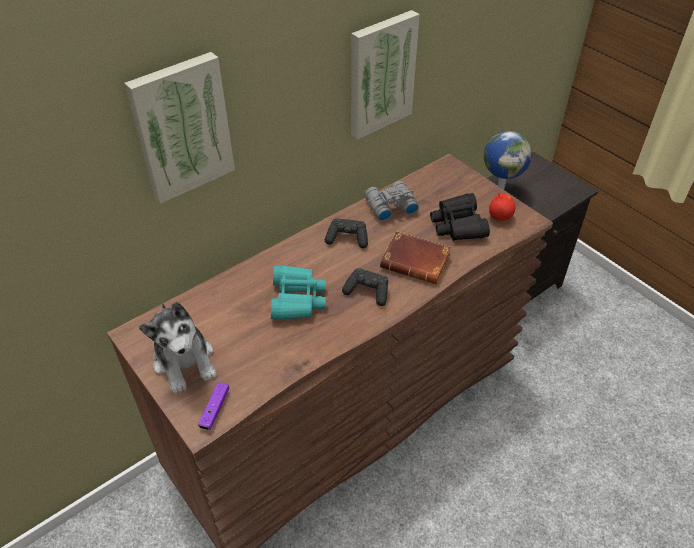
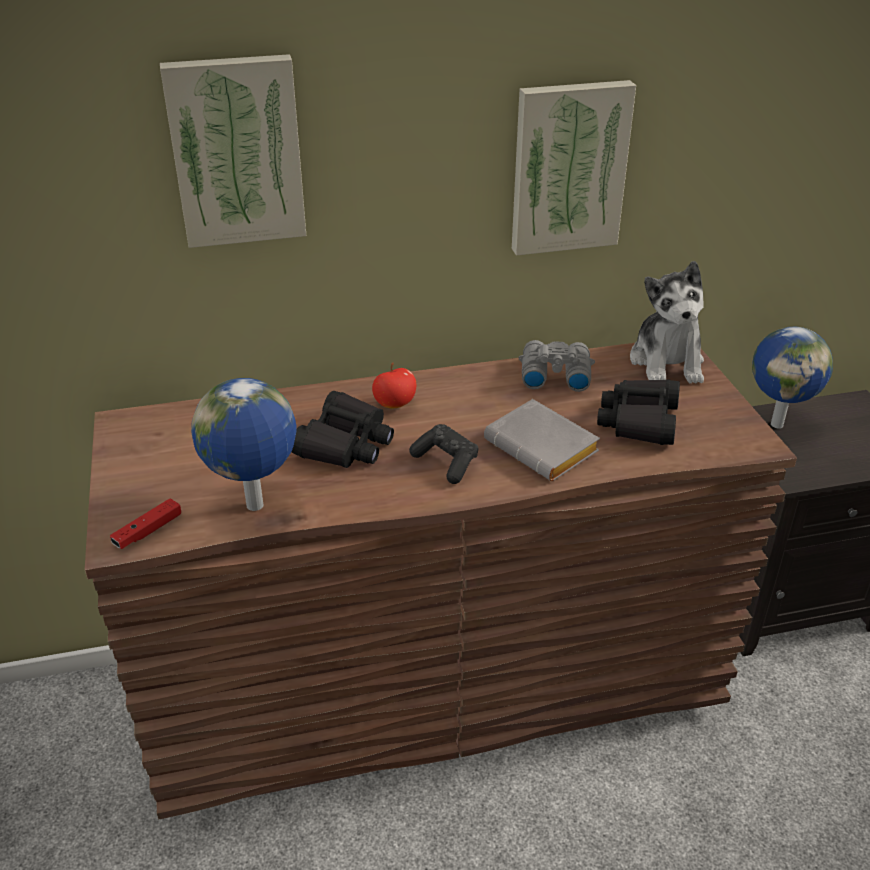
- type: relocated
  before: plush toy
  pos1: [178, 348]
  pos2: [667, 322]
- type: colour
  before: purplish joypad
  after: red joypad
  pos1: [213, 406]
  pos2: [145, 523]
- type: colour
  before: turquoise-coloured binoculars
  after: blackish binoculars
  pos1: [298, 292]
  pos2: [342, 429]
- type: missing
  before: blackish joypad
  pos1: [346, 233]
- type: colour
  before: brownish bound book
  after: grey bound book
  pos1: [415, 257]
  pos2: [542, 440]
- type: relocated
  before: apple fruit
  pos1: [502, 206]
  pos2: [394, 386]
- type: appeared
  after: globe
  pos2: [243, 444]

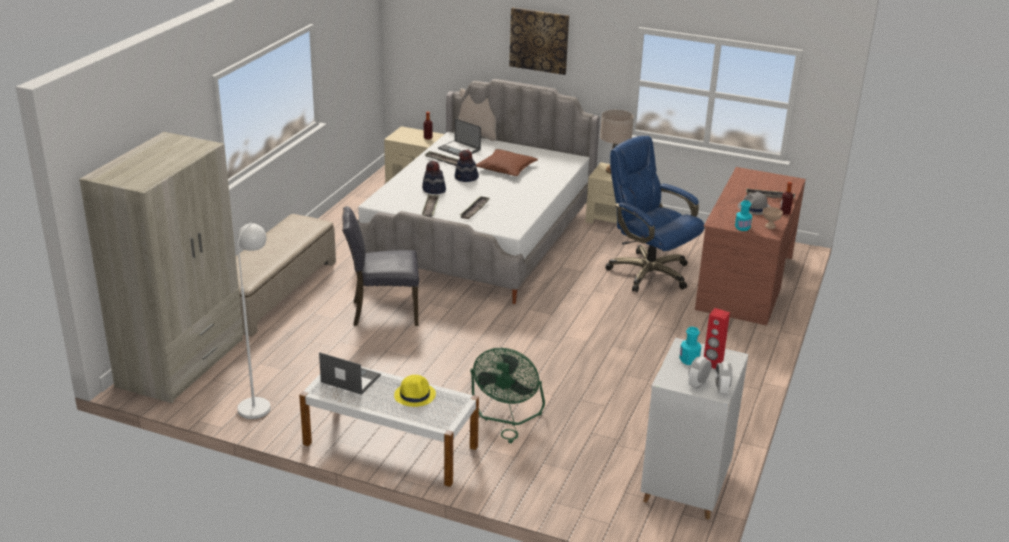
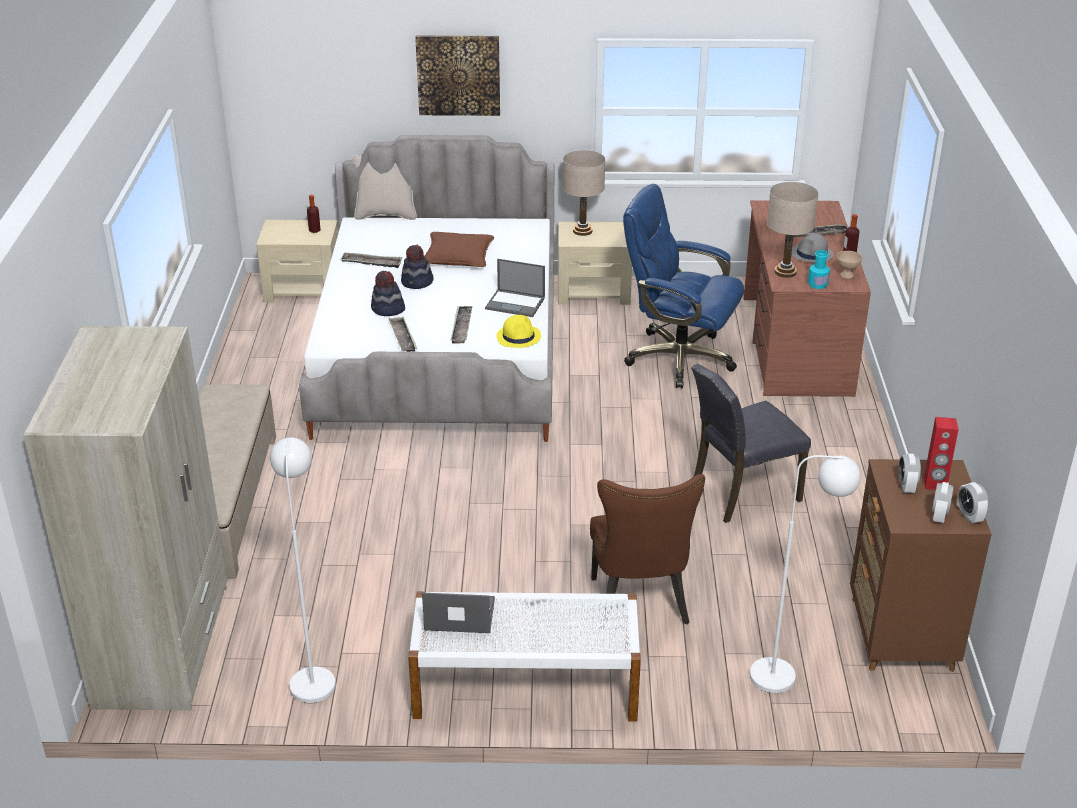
- type: relocated
  before: grey plain chair
  pos1: [380, 266]
  pos2: [751, 443]
- type: relocated
  before: yellow-coloured clothing hat
  pos1: [415, 391]
  pos2: [518, 331]
- type: relocated
  before: laptop
  pos1: [459, 137]
  pos2: [515, 288]
- type: exchanged
  before: green-coloured electric fan
  after: brownish plain chair
  pos1: [507, 395]
  pos2: [647, 550]
- type: colour
  before: white-coloured chest of drawers
  after: brownish chest of drawers
  pos1: [694, 429]
  pos2: [921, 565]
- type: exchanged
  before: turquoise-coloured beverage bottle
  after: table clock
  pos1: [690, 346]
  pos2: [910, 473]
- type: appeared
  after: white-coloured standing lamp
  pos2: [805, 574]
- type: appeared
  after: beige-coloured table lamp
  pos2: [793, 230]

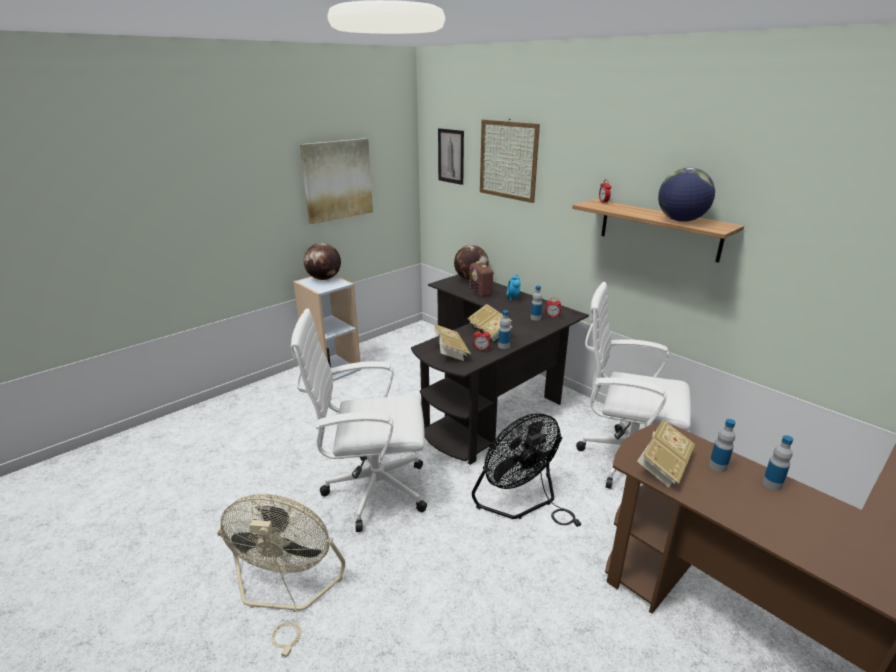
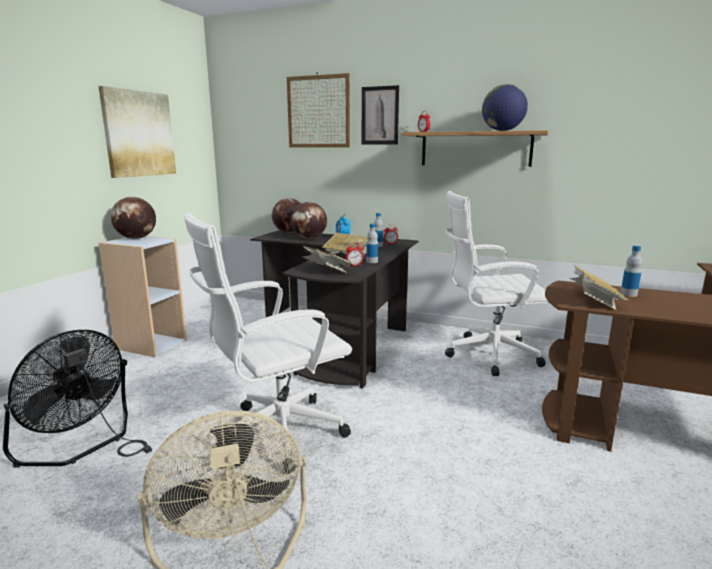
- type: relocated
  before: wall picture
  pos1: [451, 156]
  pos2: [380, 114]
- type: exchanged
  before: radio set
  after: globe
  pos1: [482, 279]
  pos2: [309, 220]
- type: relocated
  before: blackish electric fan
  pos1: [526, 470]
  pos2: [77, 399]
- type: missing
  before: beverage bottle
  pos1: [777, 463]

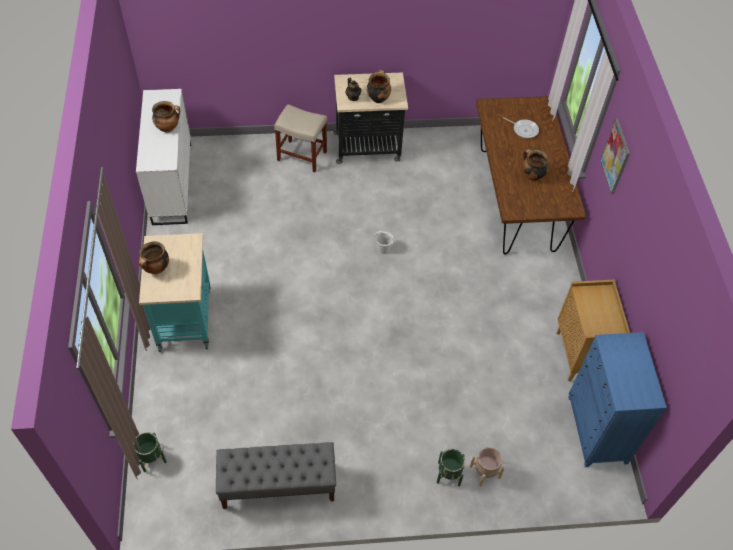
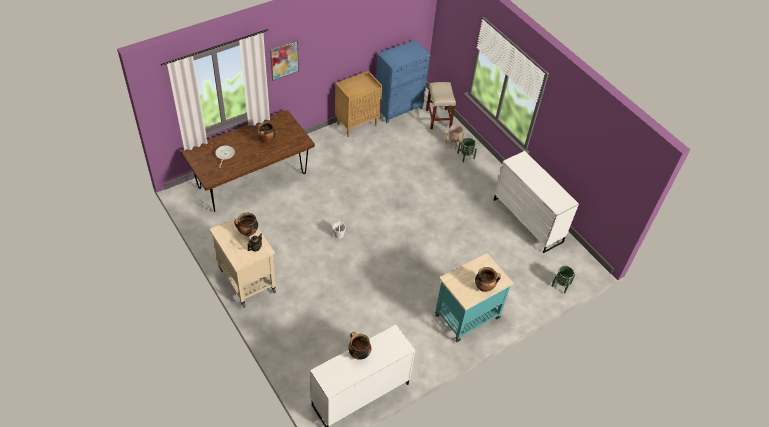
- type: exchanged
  before: grey indoor bench
  after: white-coloured chest of drawers
  pos1: [276, 475]
  pos2: [536, 202]
- type: relocated
  before: beige-coloured sitting stool
  pos1: [300, 138]
  pos2: [441, 105]
- type: colour
  before: blackish trolley
  after: beige-coloured trolley
  pos1: [371, 118]
  pos2: [242, 262]

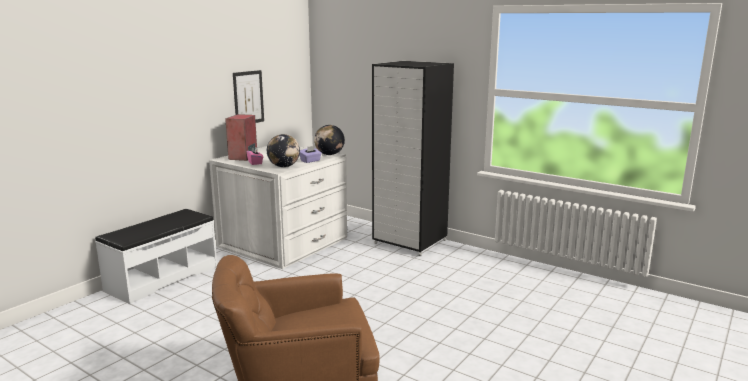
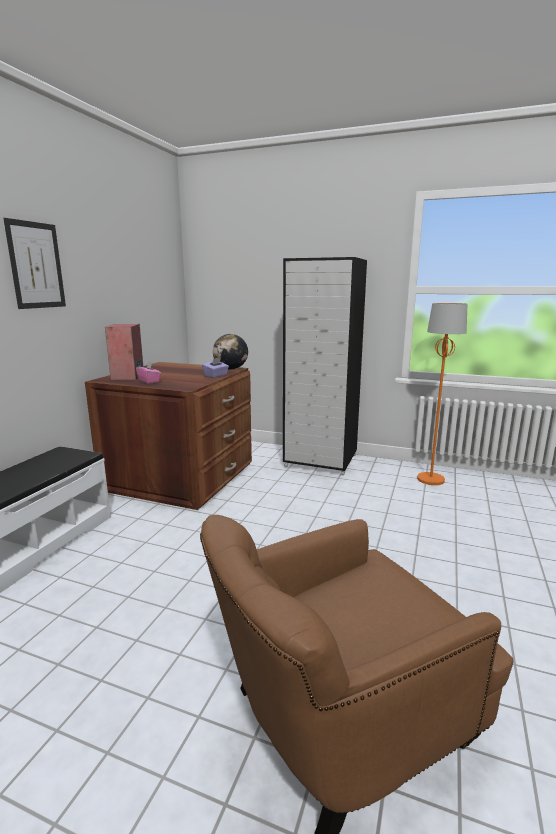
- type: colour
  before: white-coloured chest of drawers
  after: brownish chest of drawers
  pos1: [278, 207]
  pos2: [168, 436]
- type: relocated
  before: wall picture
  pos1: [248, 96]
  pos2: [34, 263]
- type: missing
  before: globe
  pos1: [283, 150]
- type: appeared
  after: orange-coloured standing lamp
  pos2: [442, 394]

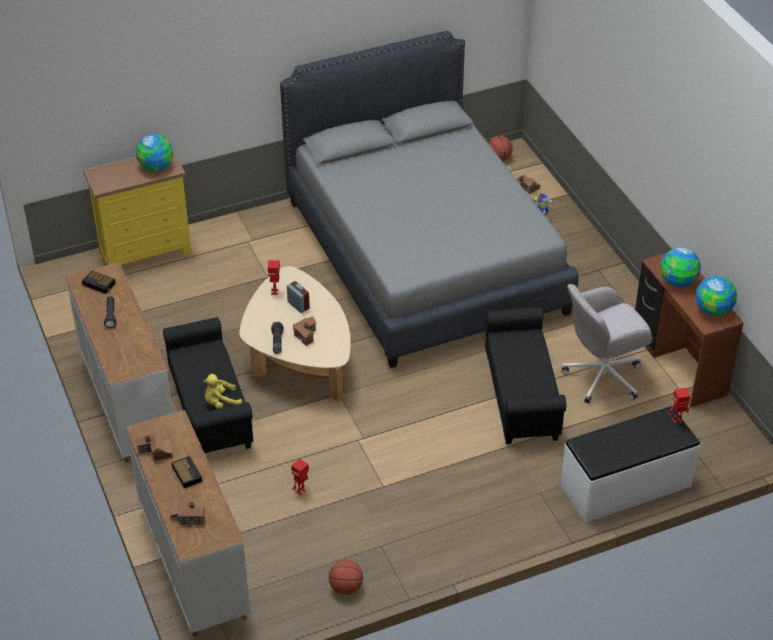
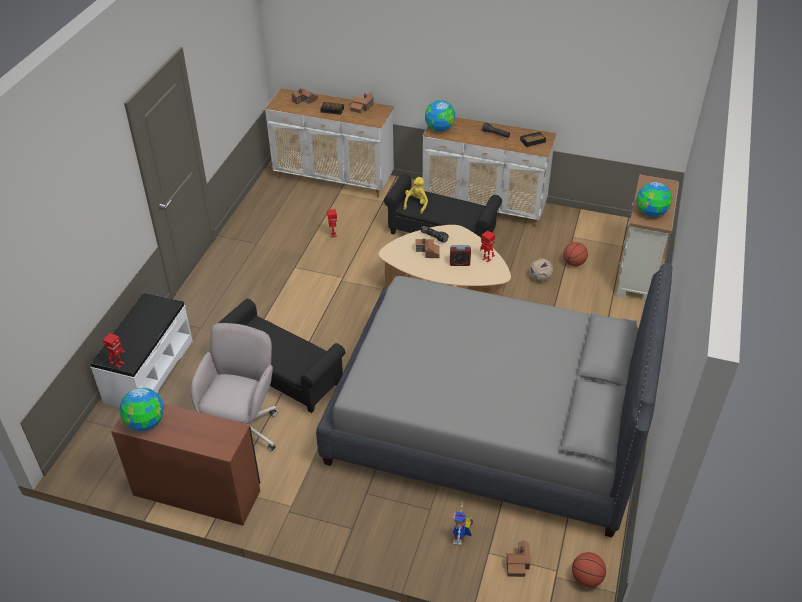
- type: colour
  before: yellow-coloured chest of drawers
  after: white-coloured chest of drawers
  pos1: [137, 206]
  pos2: [647, 238]
- type: relocated
  before: basketball
  pos1: [346, 577]
  pos2: [575, 254]
- type: relocated
  before: globe
  pos1: [680, 267]
  pos2: [440, 116]
- type: appeared
  after: football
  pos2: [541, 269]

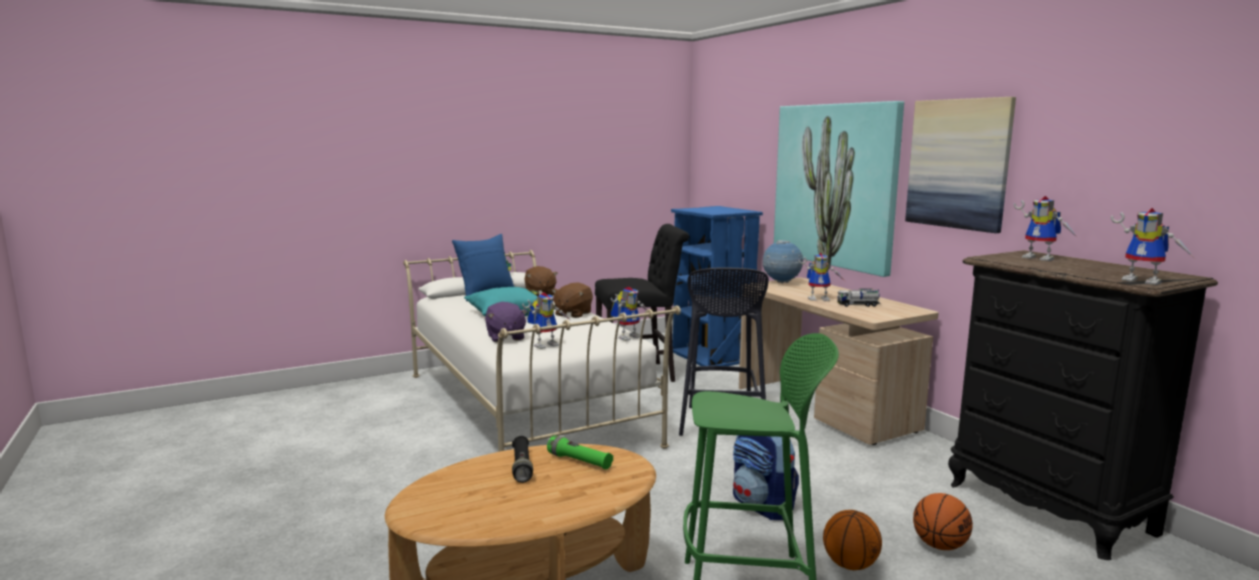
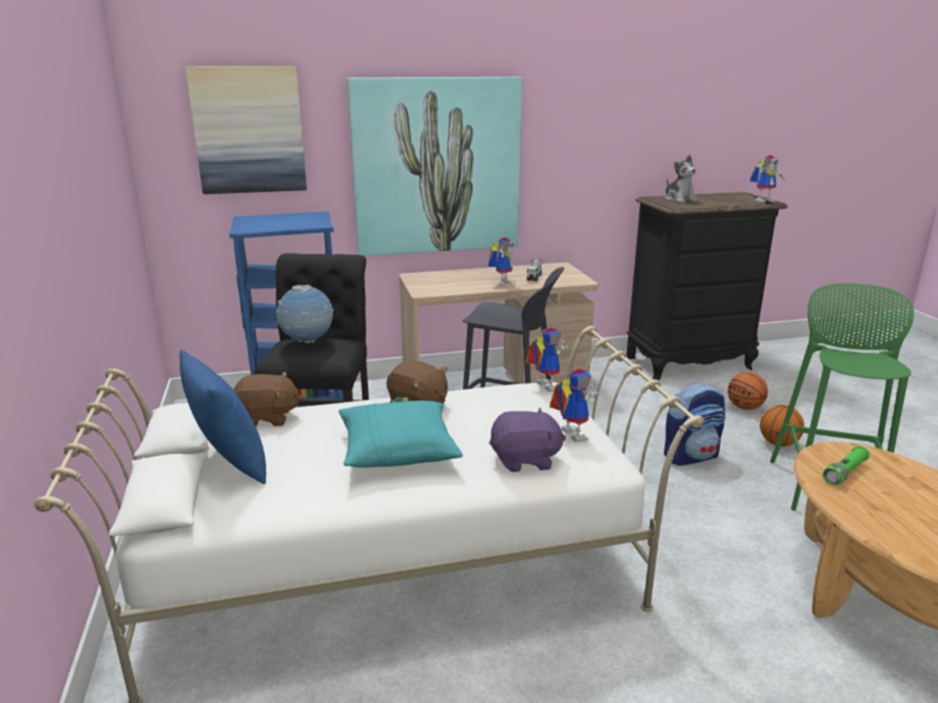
- type: missing
  before: blackish flashlight
  pos1: [522, 459]
- type: relocated
  before: globe
  pos1: [783, 261]
  pos2: [305, 314]
- type: relocated
  before: wall picture
  pos1: [960, 165]
  pos2: [246, 130]
- type: exchanged
  before: robot figure
  after: plush toy
  pos1: [1046, 228]
  pos2: [681, 179]

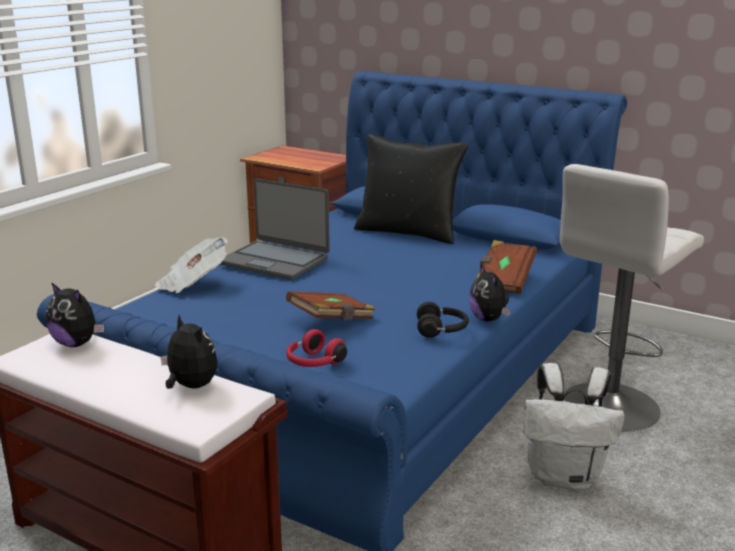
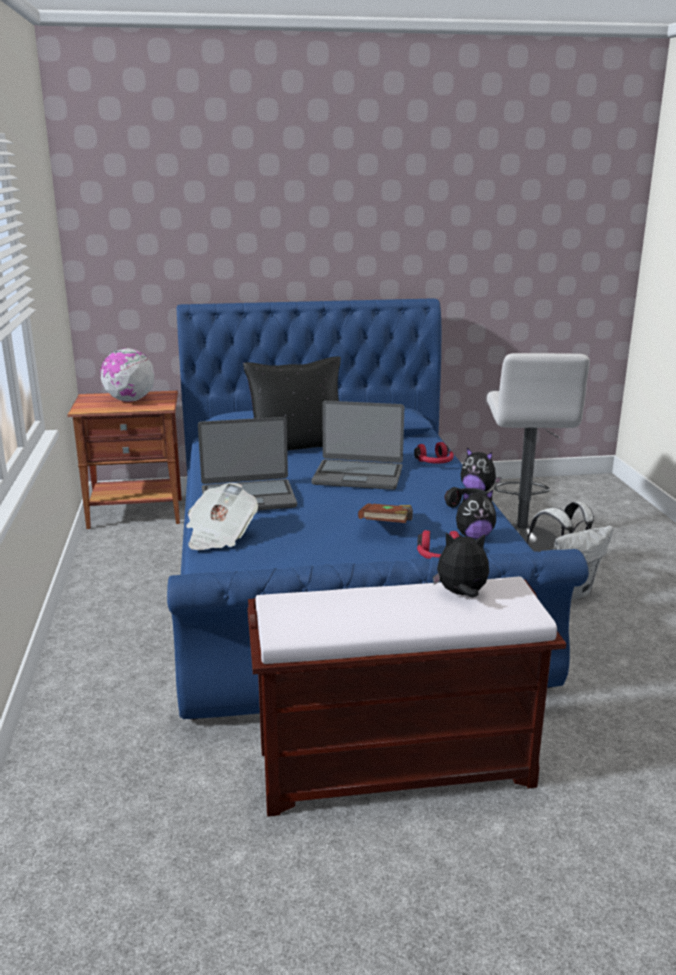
- type: relocated
  before: plush toy
  pos1: [75, 314]
  pos2: [476, 514]
- type: exchanged
  before: brownish bound book
  after: red headphones
  pos1: [506, 267]
  pos2: [434, 453]
- type: appeared
  after: globe
  pos2: [127, 375]
- type: appeared
  after: laptop
  pos2: [357, 445]

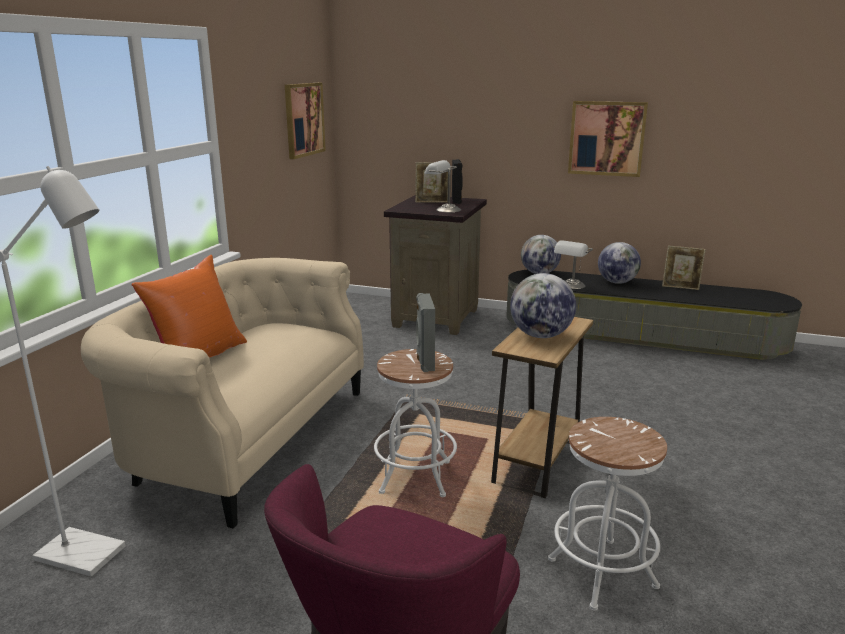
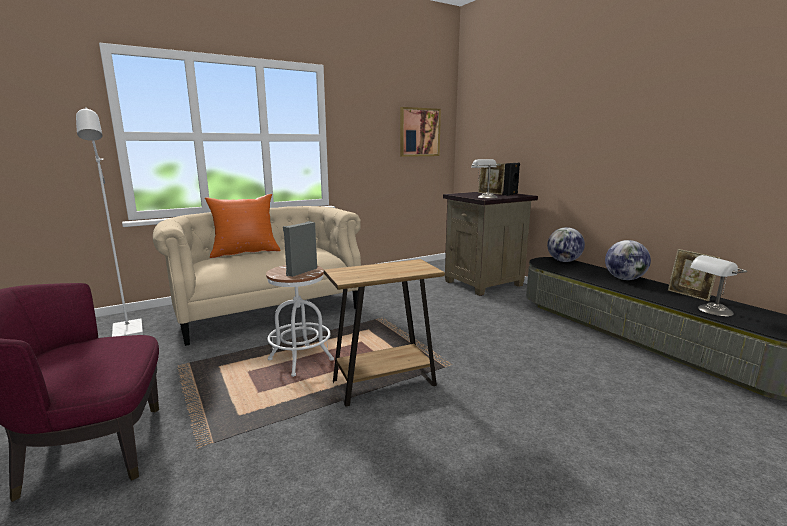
- type: missing
  before: globe
  pos1: [543, 305]
- type: missing
  before: white-coloured sitting stool
  pos1: [607, 513]
- type: relocated
  before: white-coloured table lamp
  pos1: [573, 264]
  pos2: [718, 285]
- type: missing
  before: wall picture
  pos1: [608, 139]

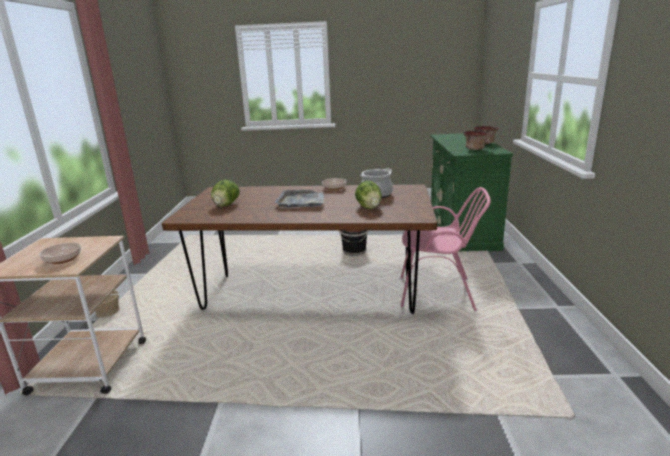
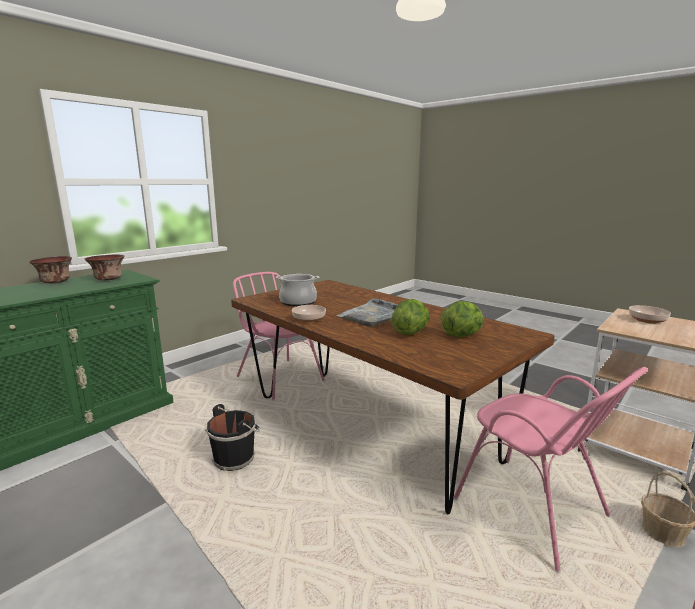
- type: relocated
  before: lettuce head
  pos1: [368, 194]
  pos2: [410, 317]
- type: appeared
  after: pink plain chair
  pos2: [551, 470]

